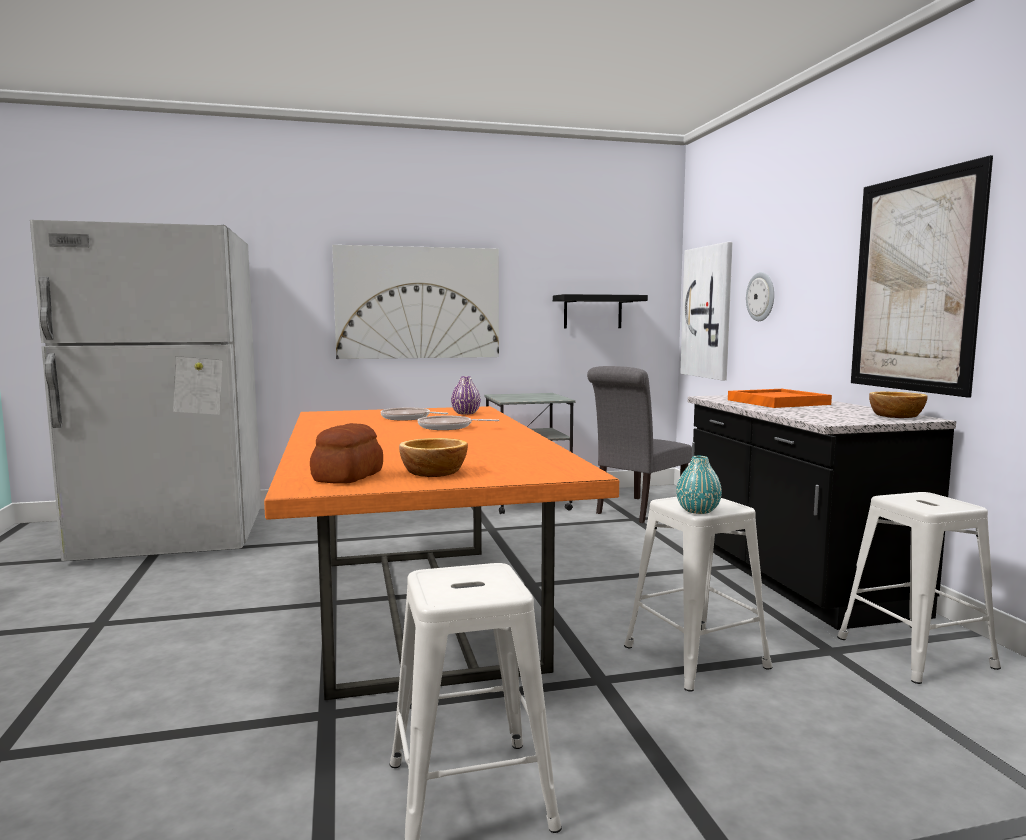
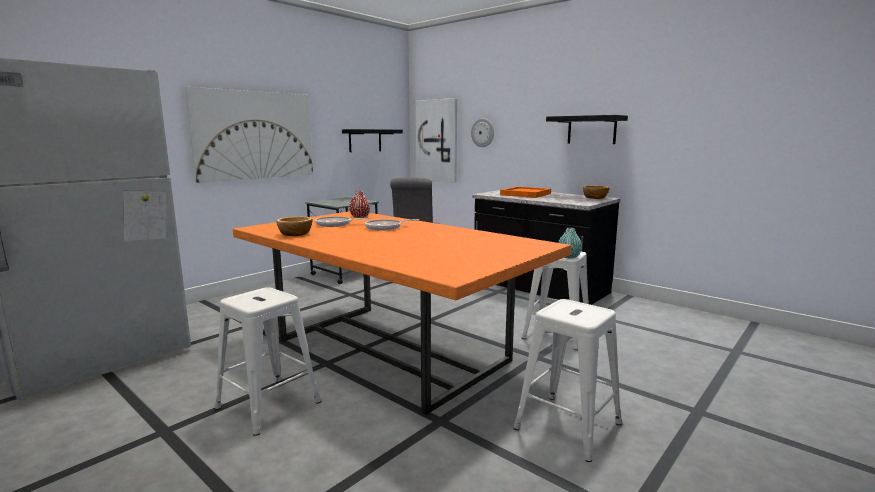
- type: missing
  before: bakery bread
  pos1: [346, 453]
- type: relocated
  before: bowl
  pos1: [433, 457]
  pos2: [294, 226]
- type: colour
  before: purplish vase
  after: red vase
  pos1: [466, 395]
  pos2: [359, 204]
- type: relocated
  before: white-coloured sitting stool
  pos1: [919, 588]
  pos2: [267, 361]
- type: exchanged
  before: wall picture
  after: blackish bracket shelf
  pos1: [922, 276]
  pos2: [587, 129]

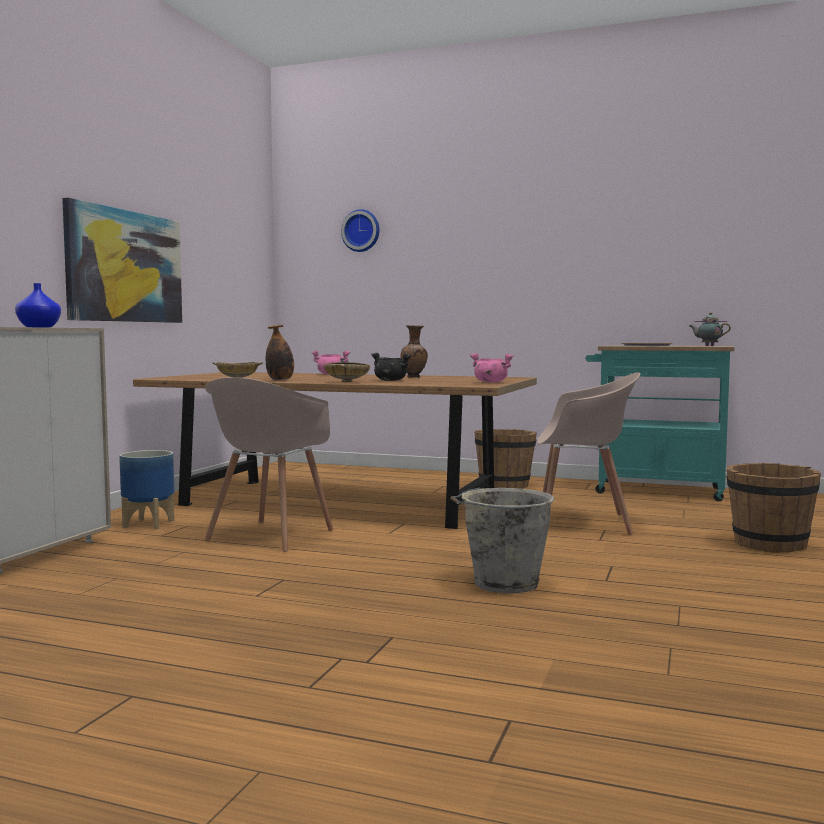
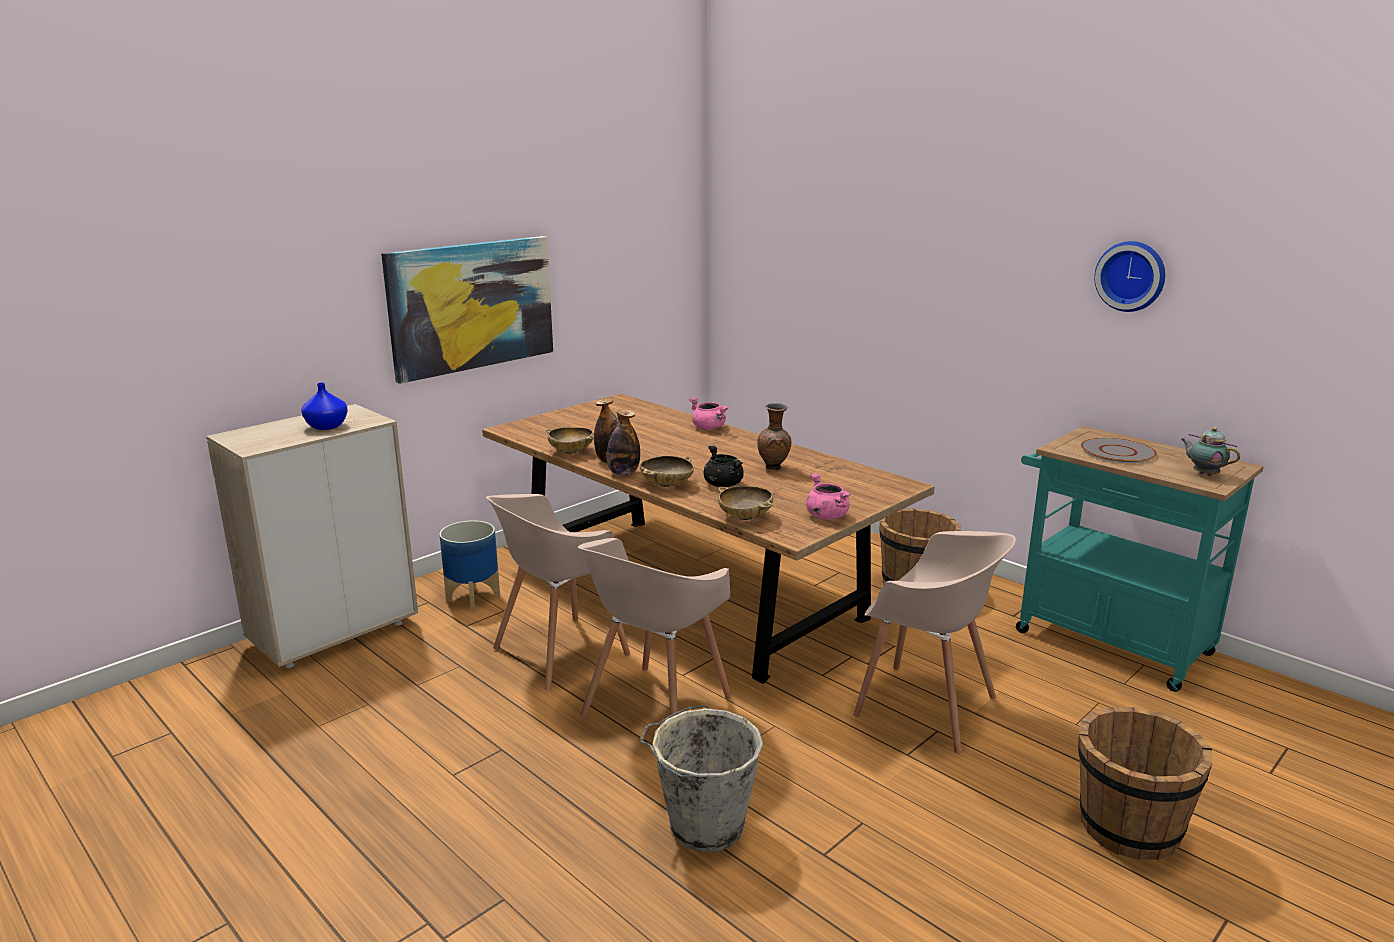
- type: relocated
  before: hanging clock
  pos1: [360, 230]
  pos2: [1129, 276]
- type: appeared
  after: beige-coloured plain chair
  pos2: [654, 628]
- type: appeared
  after: beverage bottle
  pos2: [623, 442]
- type: appeared
  after: beige-coloured bowl
  pos2: [745, 503]

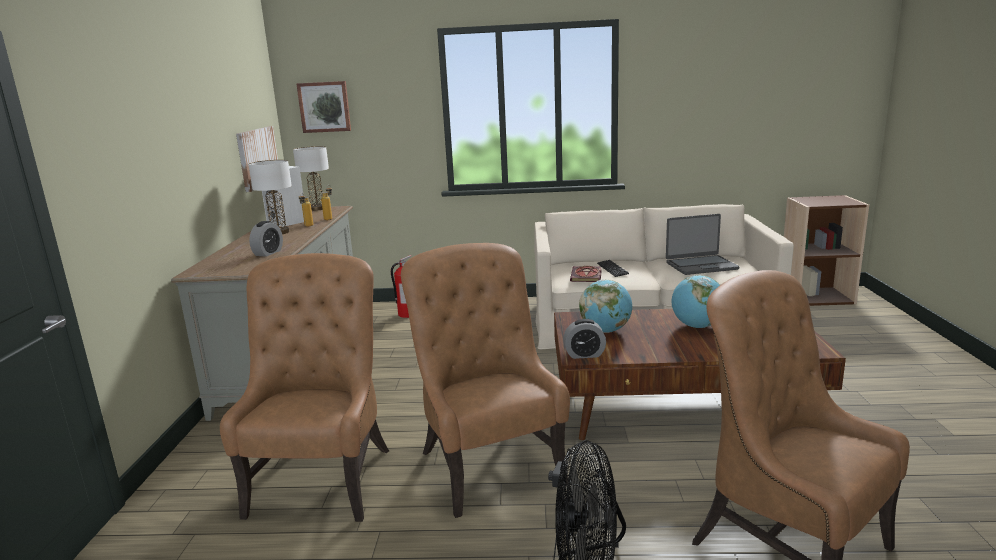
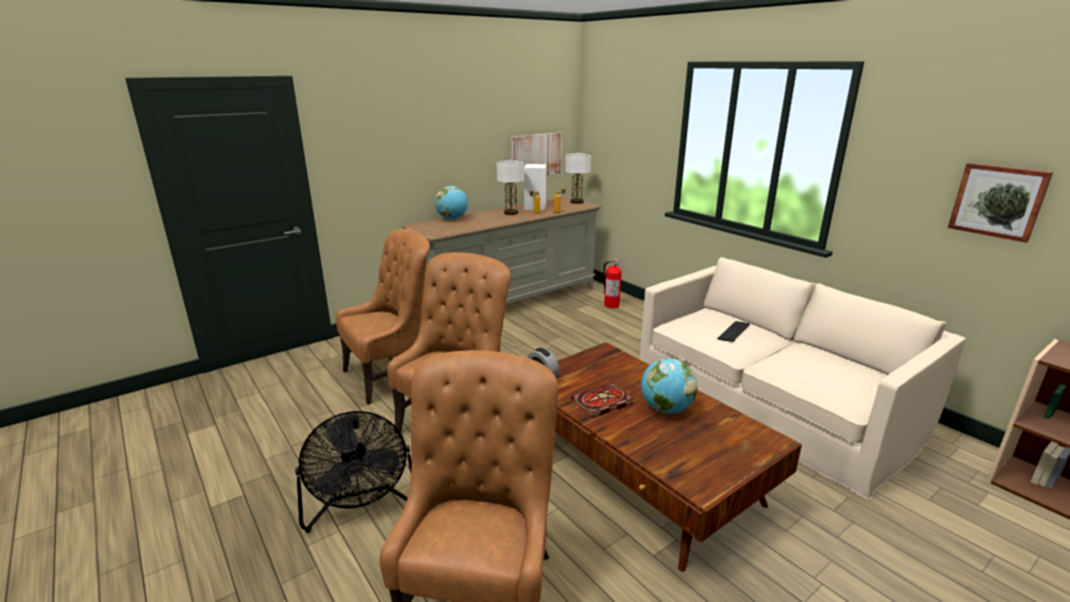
- type: missing
  before: table clock
  pos1: [266, 239]
- type: relocated
  before: wall picture
  pos1: [323, 107]
  pos2: [1000, 203]
- type: relocated
  before: bound book
  pos1: [586, 274]
  pos2: [602, 400]
- type: relocated
  before: globe
  pos1: [605, 306]
  pos2: [451, 203]
- type: missing
  before: laptop
  pos1: [702, 244]

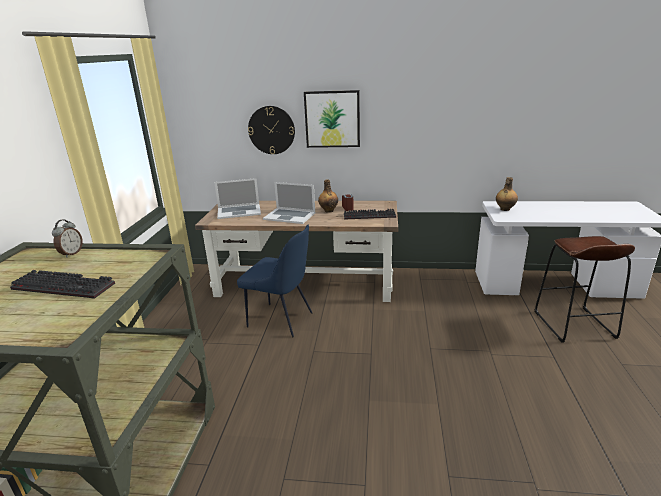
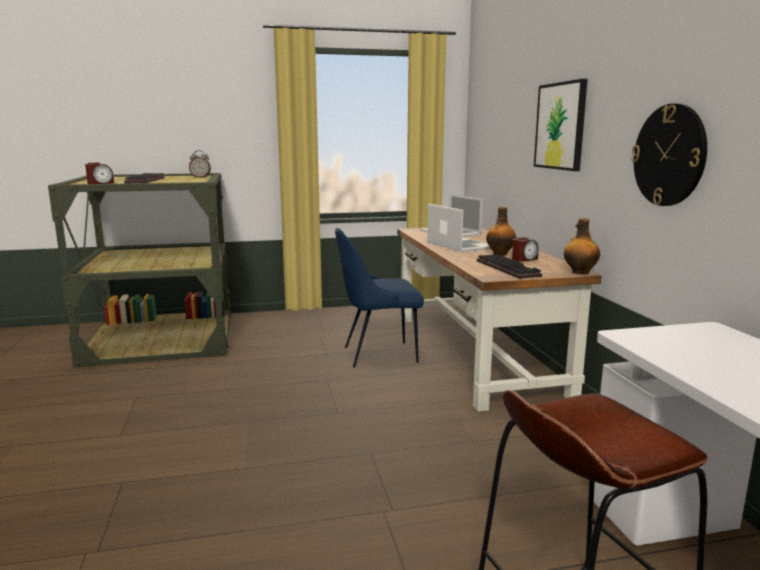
- type: spun
  before: blue plain chair
  pos1: [275, 280]
  pos2: [379, 298]
  turn: 75
- type: relocated
  before: hanging clock
  pos1: [271, 130]
  pos2: [669, 154]
- type: spun
  before: laptop
  pos1: [289, 203]
  pos2: [459, 228]
  turn: 150
- type: relocated
  before: beverage bottle
  pos1: [507, 194]
  pos2: [582, 246]
- type: appeared
  after: table clock
  pos2: [99, 173]

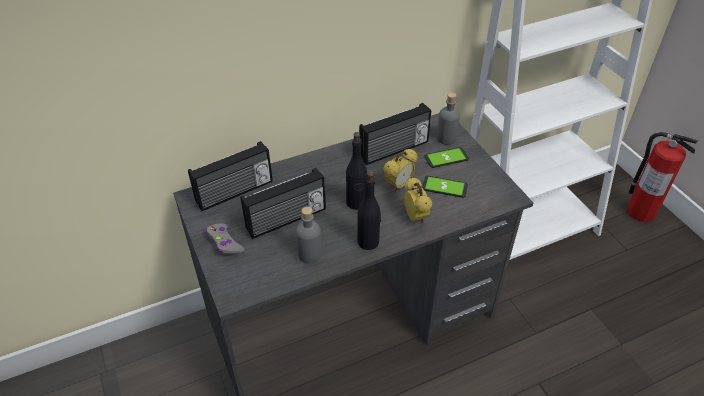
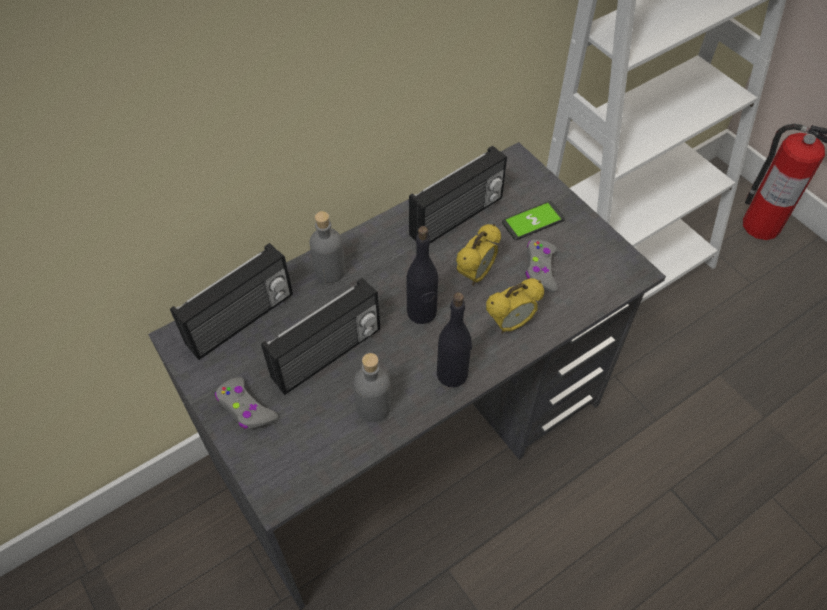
- type: spun
  before: table clock
  pos1: [418, 200]
  pos2: [515, 306]
  turn: 90
- type: exchanged
  before: phone
  after: grey joypad
  pos1: [445, 187]
  pos2: [541, 265]
- type: relocated
  before: grey beverage bottle
  pos1: [448, 118]
  pos2: [327, 247]

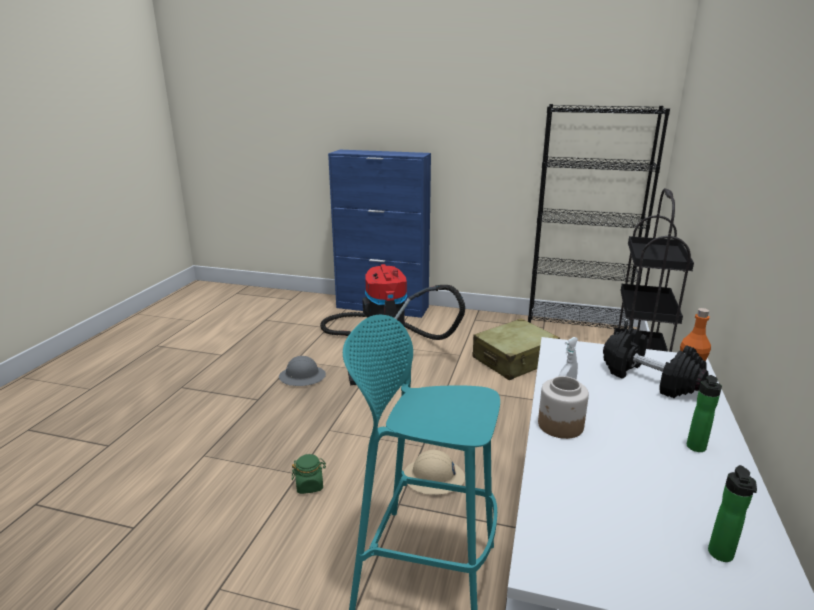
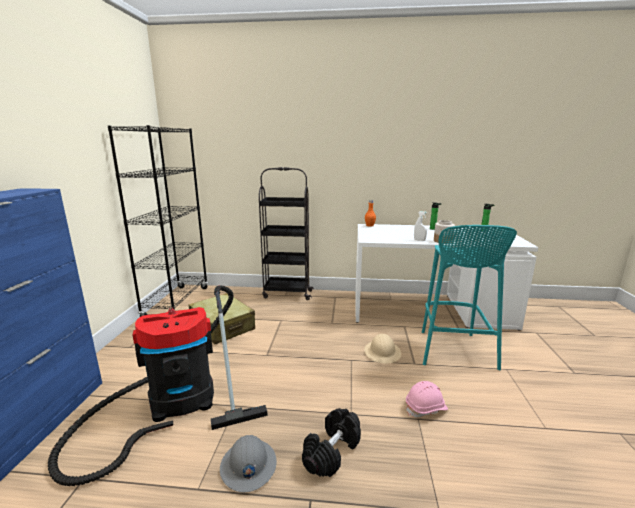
- type: exchanged
  before: green-coloured jar
  after: pink hard hat
  pos1: [309, 474]
  pos2: [427, 399]
- type: relocated
  before: blackish dumbbell
  pos1: [656, 363]
  pos2: [331, 442]

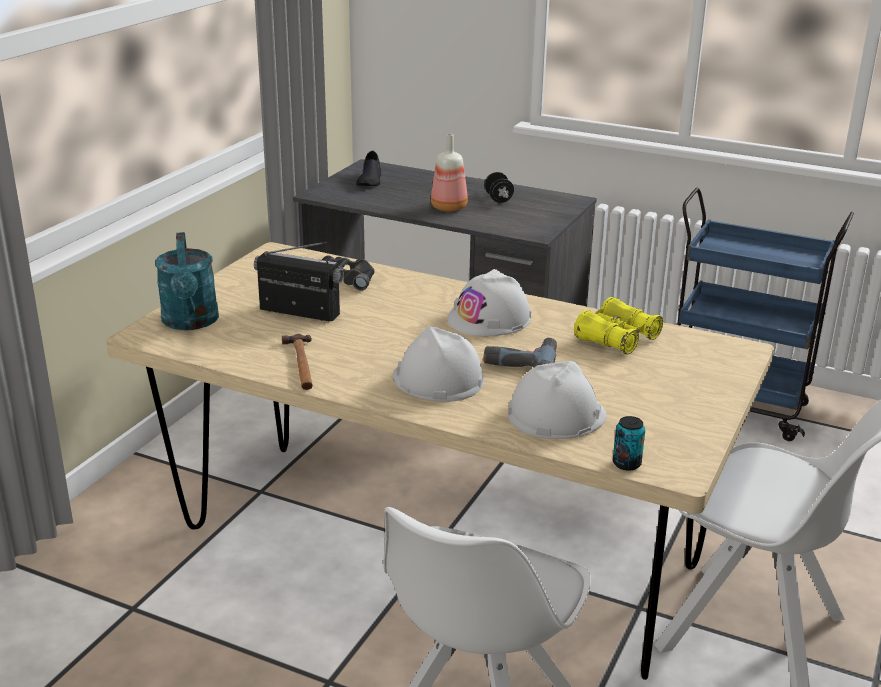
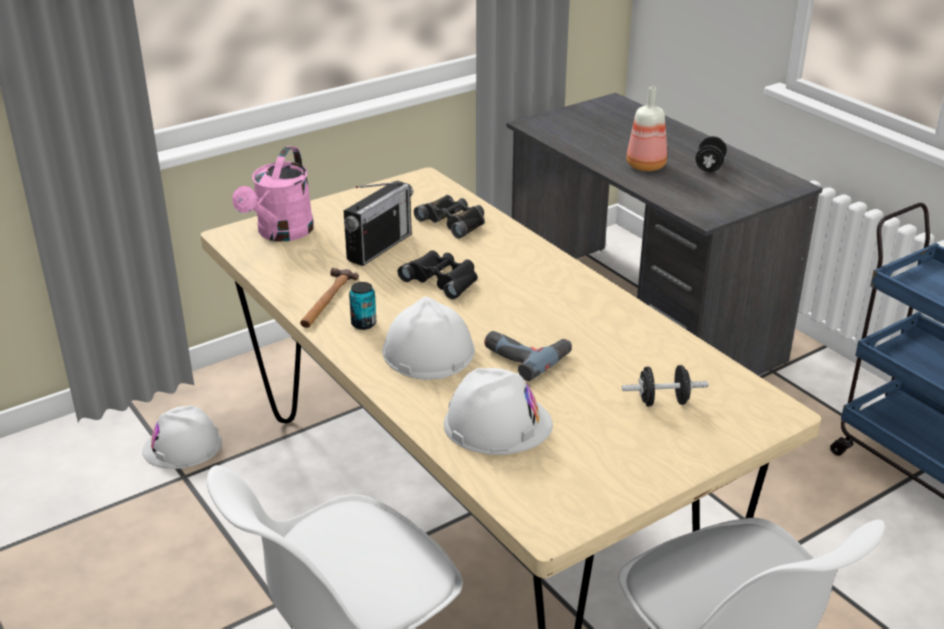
- type: colour
  before: turquoise-coloured watering can
  after: pink watering can
  pos1: [187, 281]
  pos2: [273, 194]
- type: spun
  before: radio set
  pos1: [299, 282]
  pos2: [378, 223]
  turn: 75
- type: missing
  before: blackish shoe
  pos1: [368, 168]
- type: relocated
  before: white-coloured hard hat
  pos1: [489, 302]
  pos2: [182, 437]
- type: missing
  before: yellow-coloured binoculars
  pos1: [618, 325]
- type: relocated
  before: can
  pos1: [629, 443]
  pos2: [362, 306]
- type: appeared
  after: blackish binoculars
  pos2: [438, 274]
- type: appeared
  after: blackish dumbbell
  pos2: [665, 386]

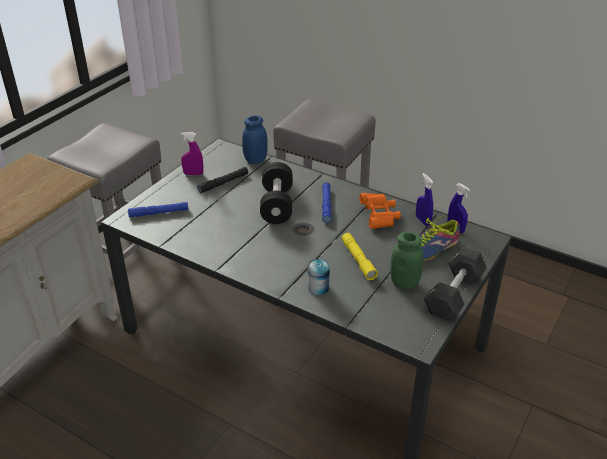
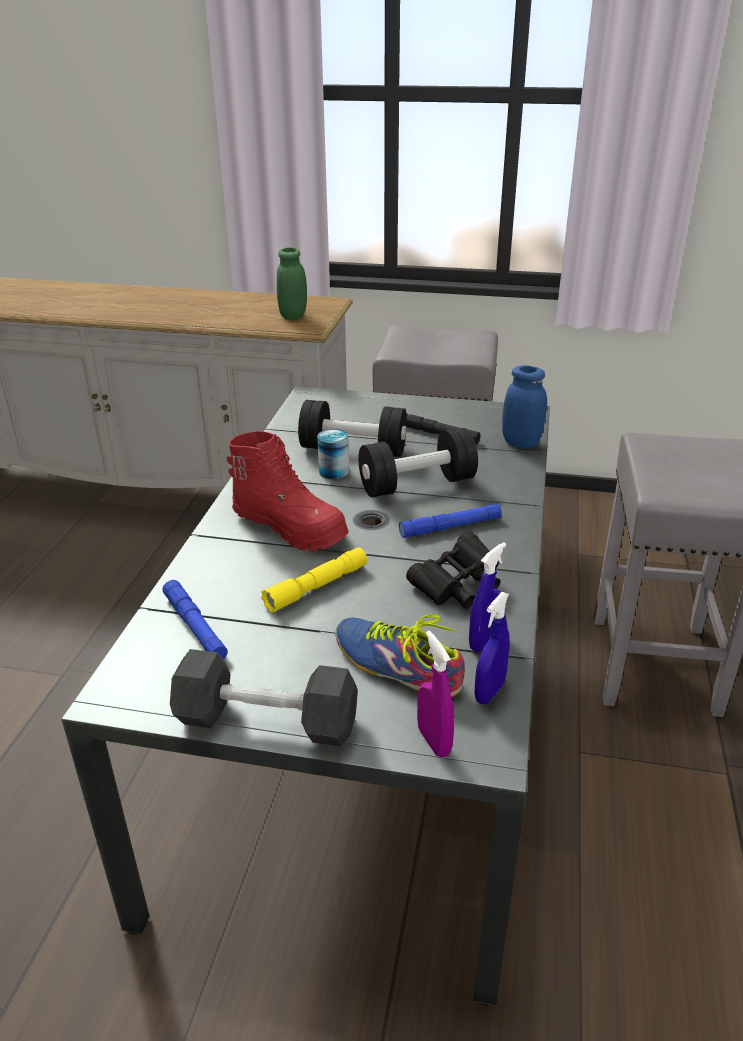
- type: relocated
  before: blue flashlight
  pos1: [158, 210]
  pos2: [195, 619]
- type: relocated
  before: purplish hand sprayer
  pos1: [192, 153]
  pos2: [435, 694]
- type: relocated
  before: can
  pos1: [319, 277]
  pos2: [333, 454]
- type: colour
  before: orange-coloured binoculars
  after: blackish binoculars
  pos1: [380, 211]
  pos2: [453, 570]
- type: relocated
  before: green-coloured jar
  pos1: [406, 260]
  pos2: [292, 283]
- type: appeared
  after: red boot
  pos2: [288, 491]
- type: appeared
  after: blackish dumbbell
  pos2: [352, 428]

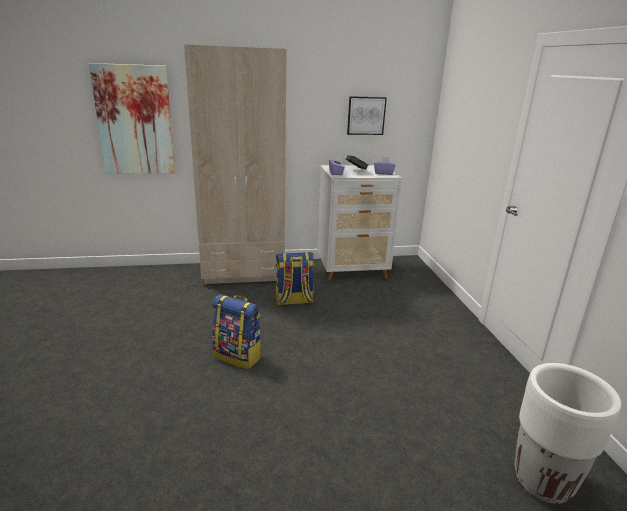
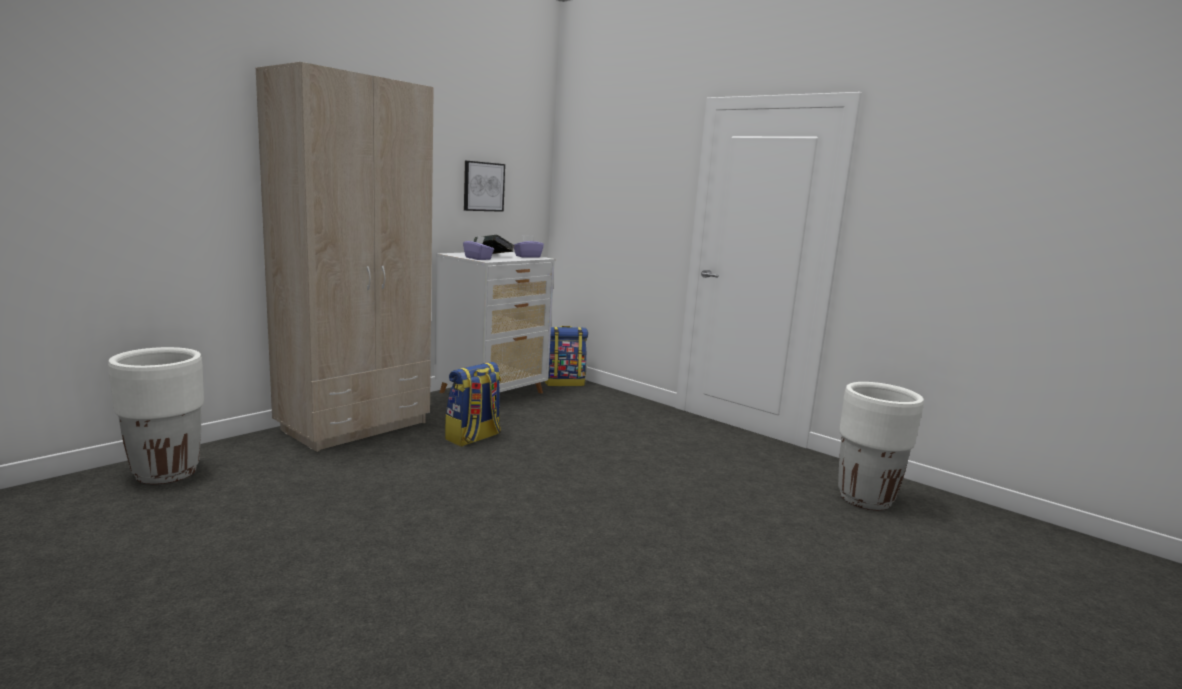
- type: missing
  before: wall picture
  pos1: [132, 118]
- type: relocated
  before: rucksack
  pos1: [237, 331]
  pos2: [566, 356]
- type: appeared
  after: white-coloured plant pot
  pos2: [156, 415]

